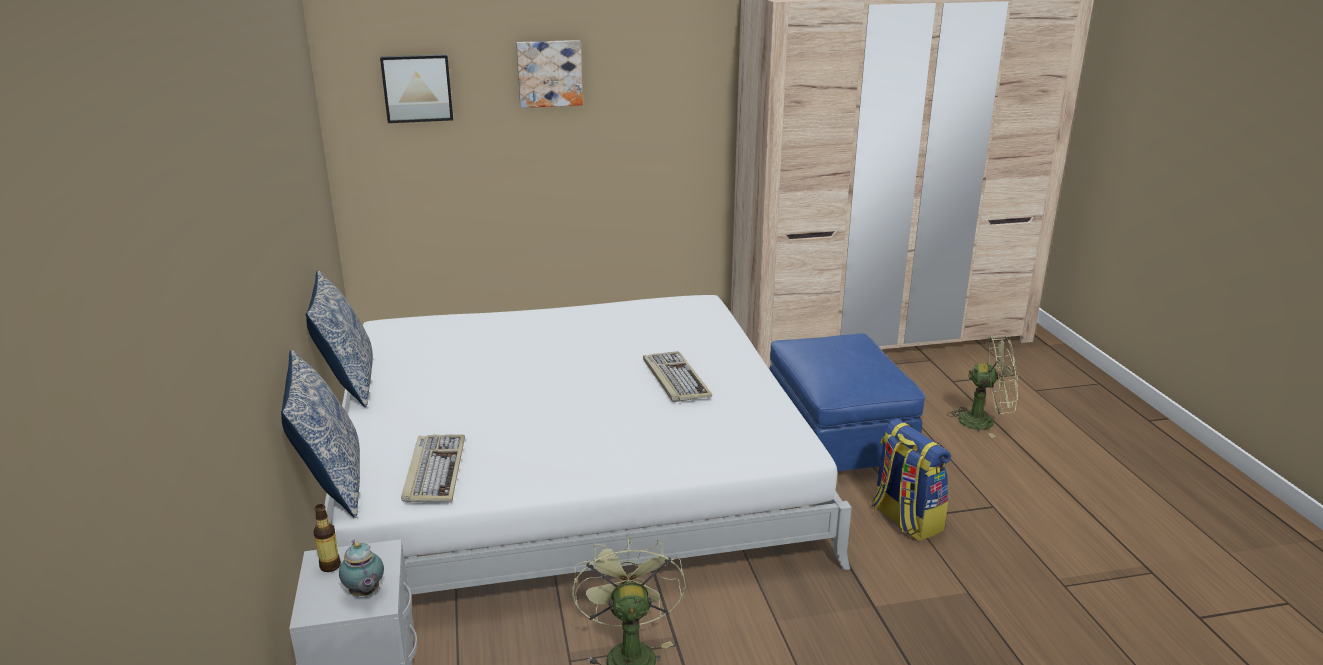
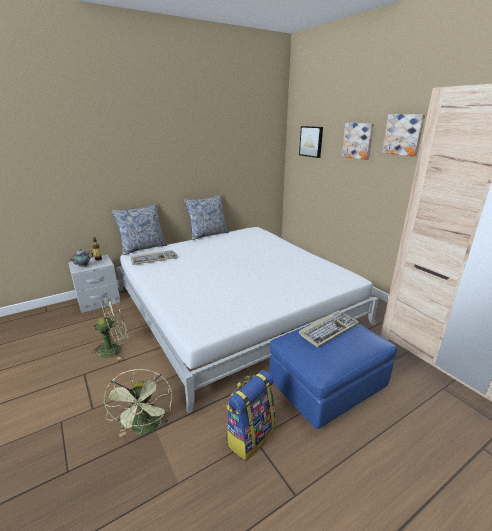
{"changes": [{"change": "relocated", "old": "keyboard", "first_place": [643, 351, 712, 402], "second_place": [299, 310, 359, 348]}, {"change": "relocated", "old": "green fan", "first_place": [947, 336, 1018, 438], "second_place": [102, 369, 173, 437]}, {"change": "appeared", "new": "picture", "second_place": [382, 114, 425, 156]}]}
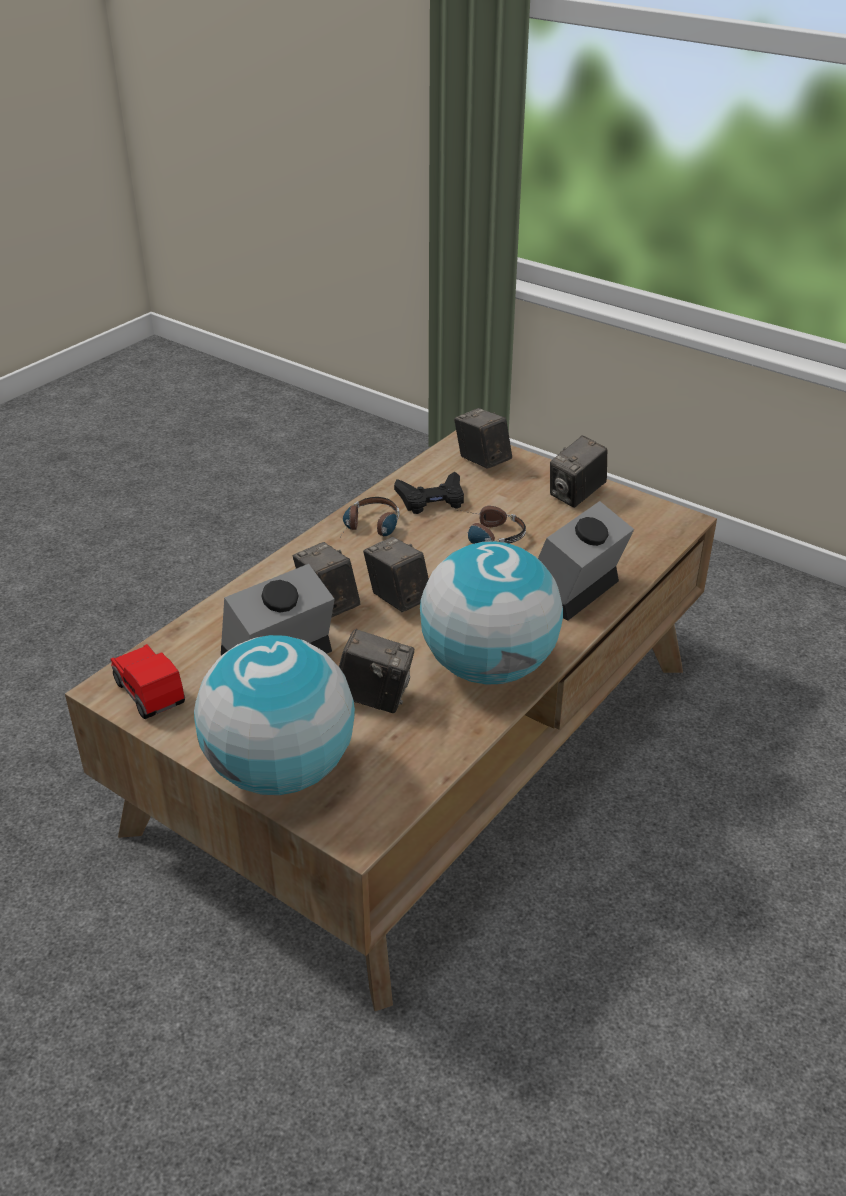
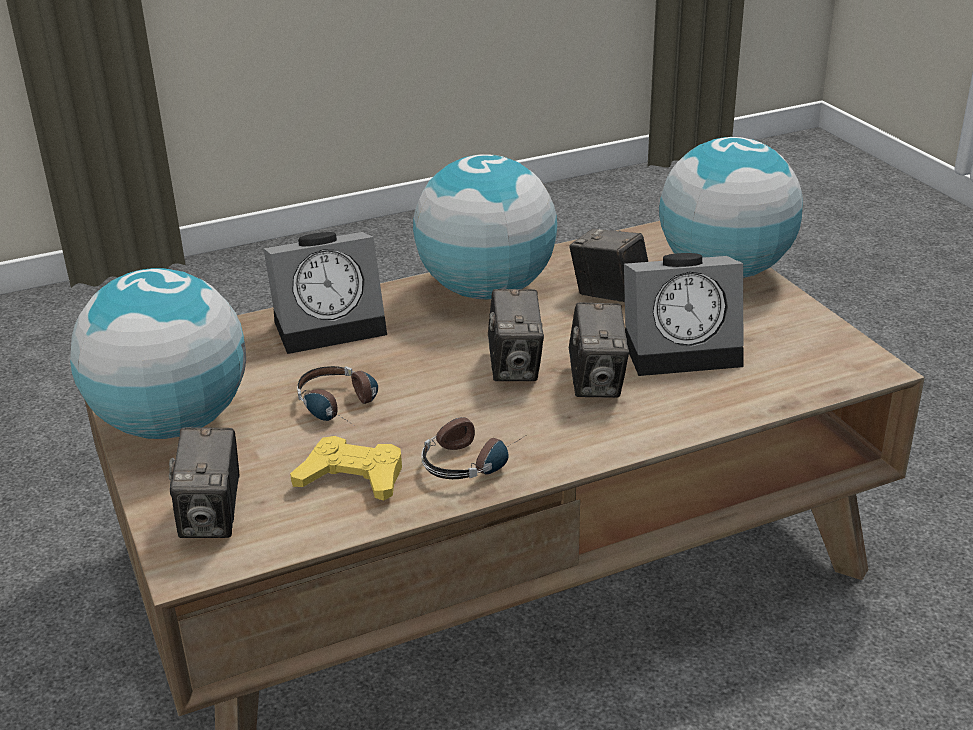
{"changes": [{"change": "missing", "old": "toy car", "first_place": [110, 644, 185, 719]}, {"change": "colour", "old": "black game controller", "new": "yellow game controller", "first_place": [394, 472, 464, 514], "second_place": [290, 436, 402, 501]}, {"change": "exchanged", "old": "photo camera", "new": "globe", "first_place": [550, 435, 607, 508], "second_place": [70, 268, 246, 439]}]}
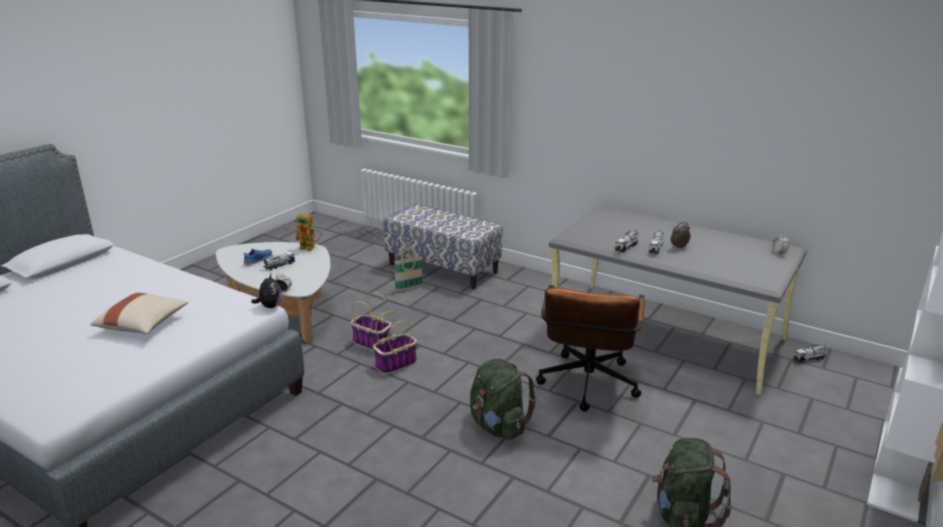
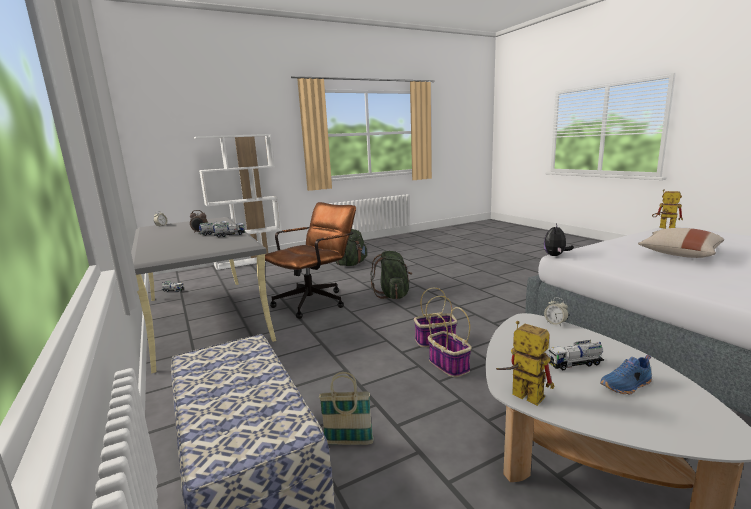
{"changes": [{"change": "appeared", "new": "toy robot", "second_place": [652, 189, 683, 229]}]}
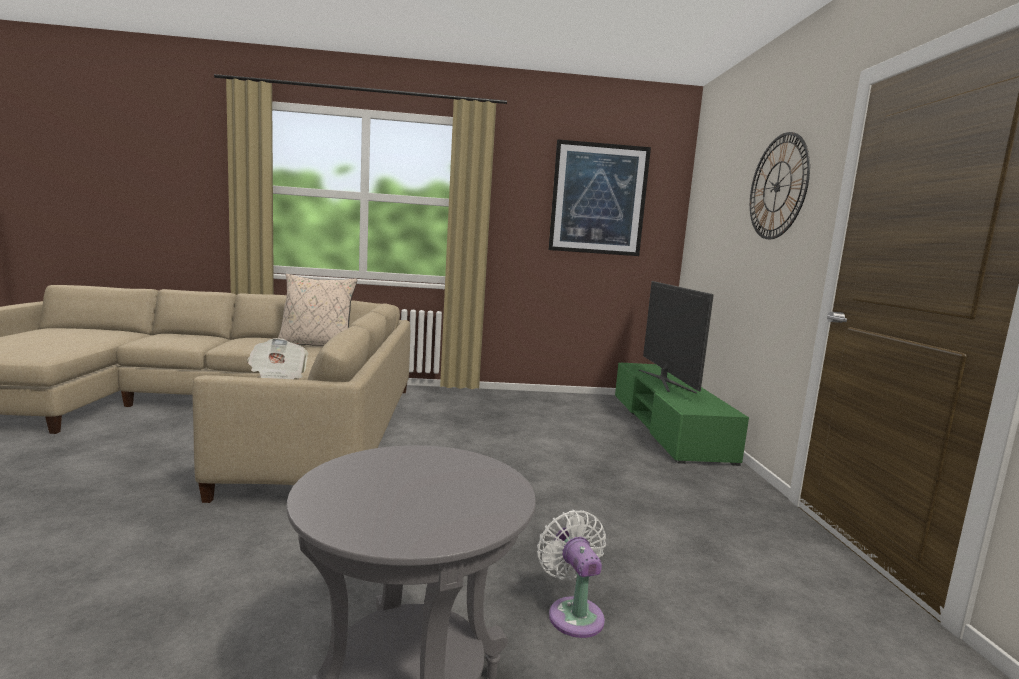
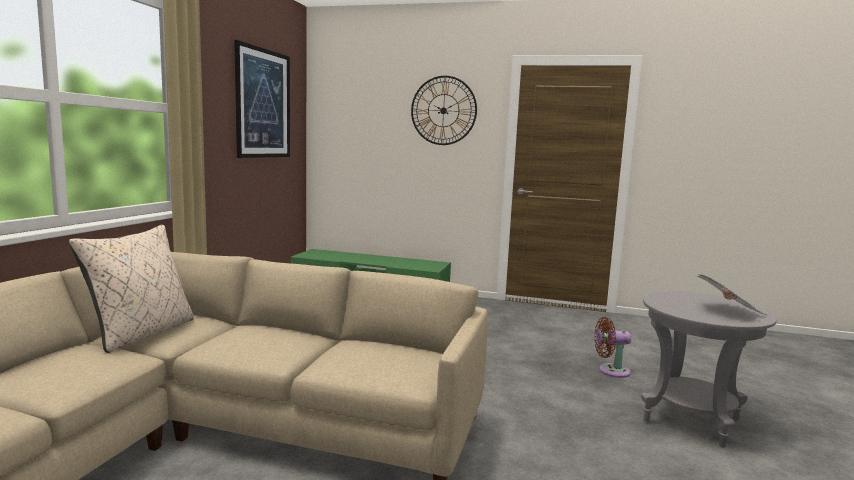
{"changes": [{"change": "relocated", "old": "newspaper", "first_place": [247, 338, 309, 379], "second_place": [697, 274, 766, 315]}, {"change": "colour", "old": "white fan", "new": "brown fan", "first_place": [537, 510, 606, 638], "second_place": [594, 317, 631, 378]}, {"change": "missing", "old": "television", "first_place": [639, 281, 714, 393]}]}
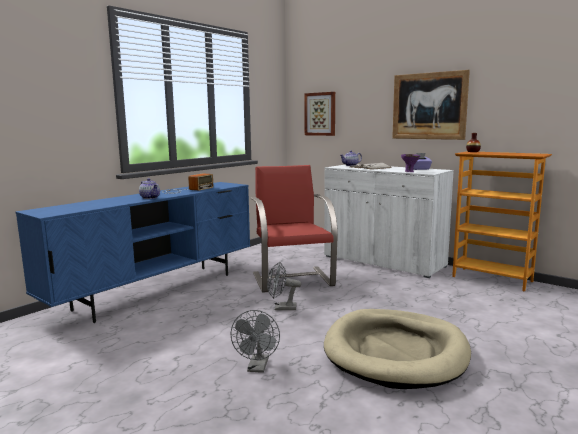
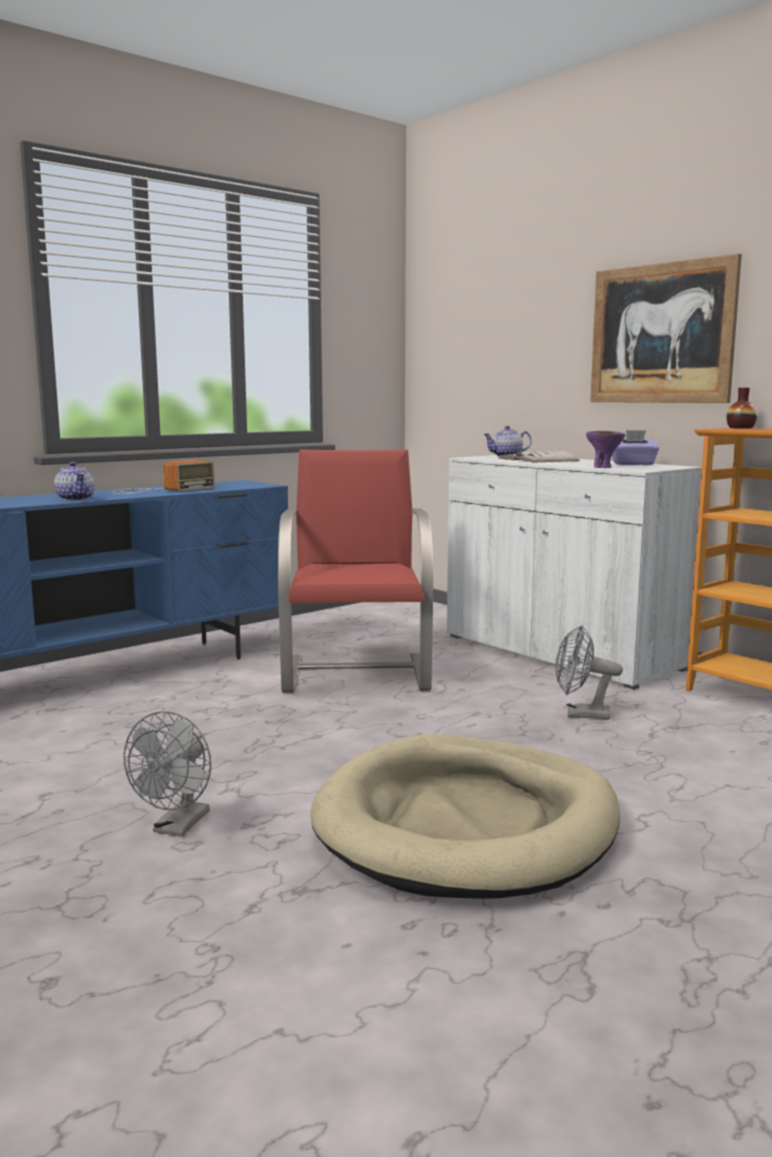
{"changes": [{"change": "relocated", "old": "grey fan", "first_place": [267, 262, 301, 310], "second_place": [555, 625, 623, 720]}, {"change": "missing", "old": "picture", "first_place": [304, 92, 335, 136]}]}
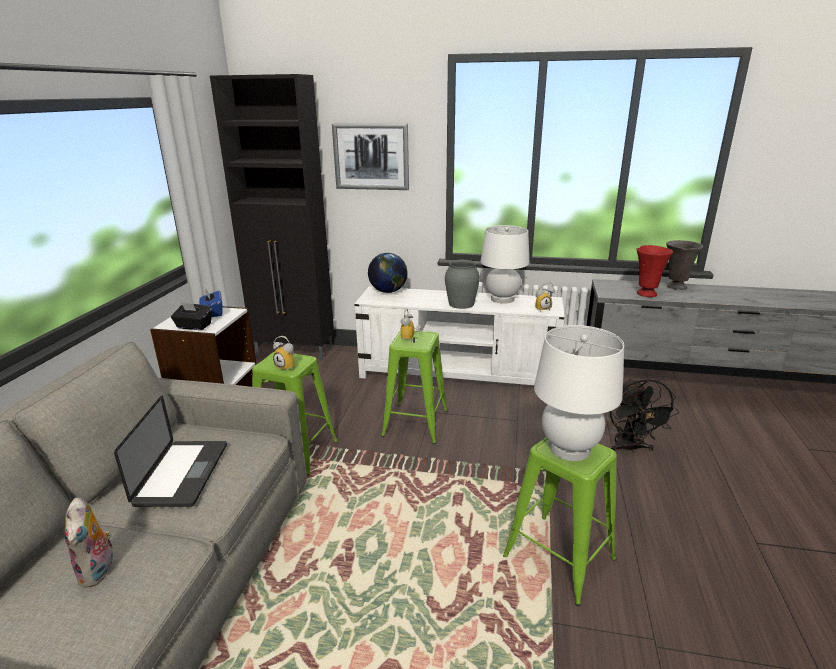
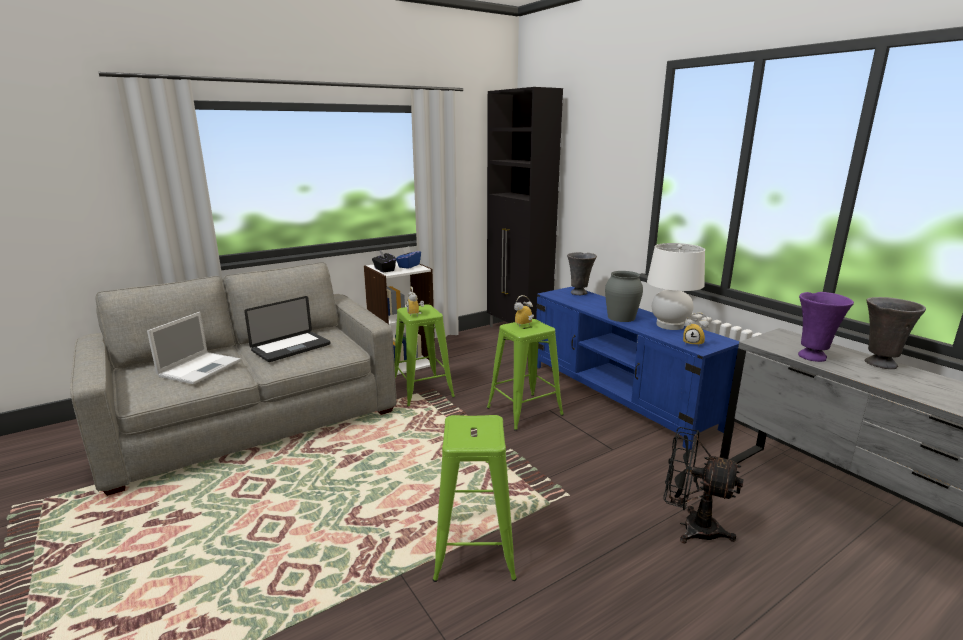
{"changes": [{"change": "exchanged", "old": "plush toy", "new": "laptop", "first_place": [65, 498, 114, 588], "second_place": [147, 312, 241, 384]}, {"change": "missing", "old": "picture", "first_place": [332, 123, 409, 190]}, {"change": "colour", "old": "white tv stand", "new": "blue tv stand", "first_place": [354, 286, 565, 385], "second_place": [536, 287, 740, 450]}, {"change": "exchanged", "old": "globe", "new": "grey vase", "first_place": [368, 253, 408, 293], "second_place": [567, 252, 597, 295]}, {"change": "missing", "old": "white table lamp", "first_place": [534, 325, 624, 461]}, {"change": "spun", "old": "black fan", "first_place": [610, 379, 680, 453], "second_place": [663, 427, 744, 543], "degrees": 75}, {"change": "colour", "old": "red vase", "new": "purple vase", "first_place": [637, 245, 673, 297], "second_place": [798, 292, 854, 362]}]}
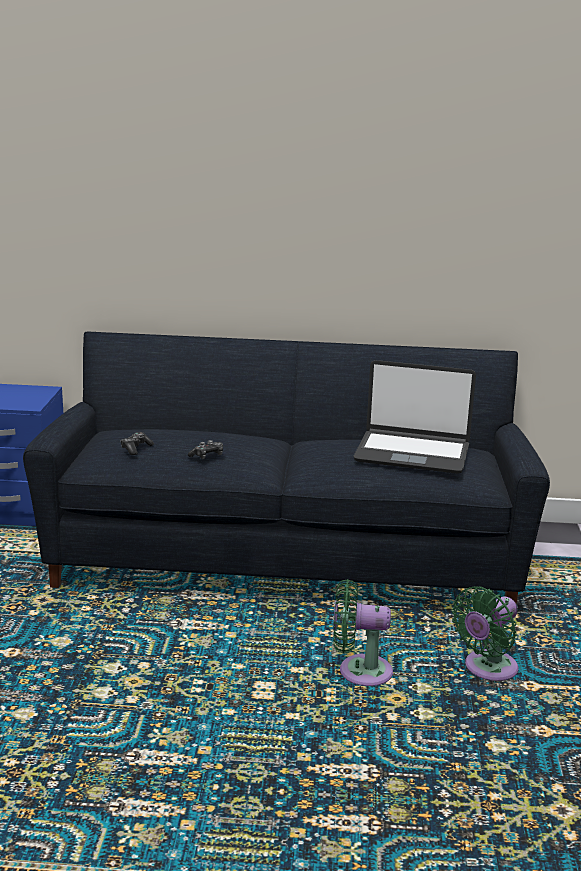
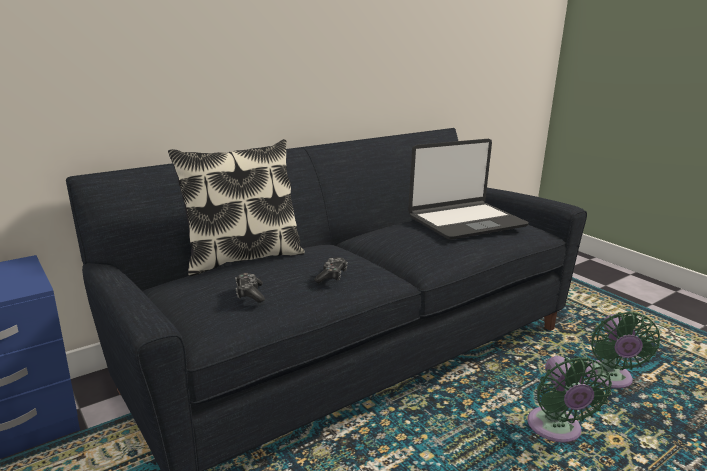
{"changes": [{"change": "spun", "old": "green fan", "first_place": [333, 579, 393, 686], "second_place": [528, 356, 612, 443], "degrees": -60}, {"change": "appeared", "new": "pillow", "second_place": [168, 139, 304, 276]}]}
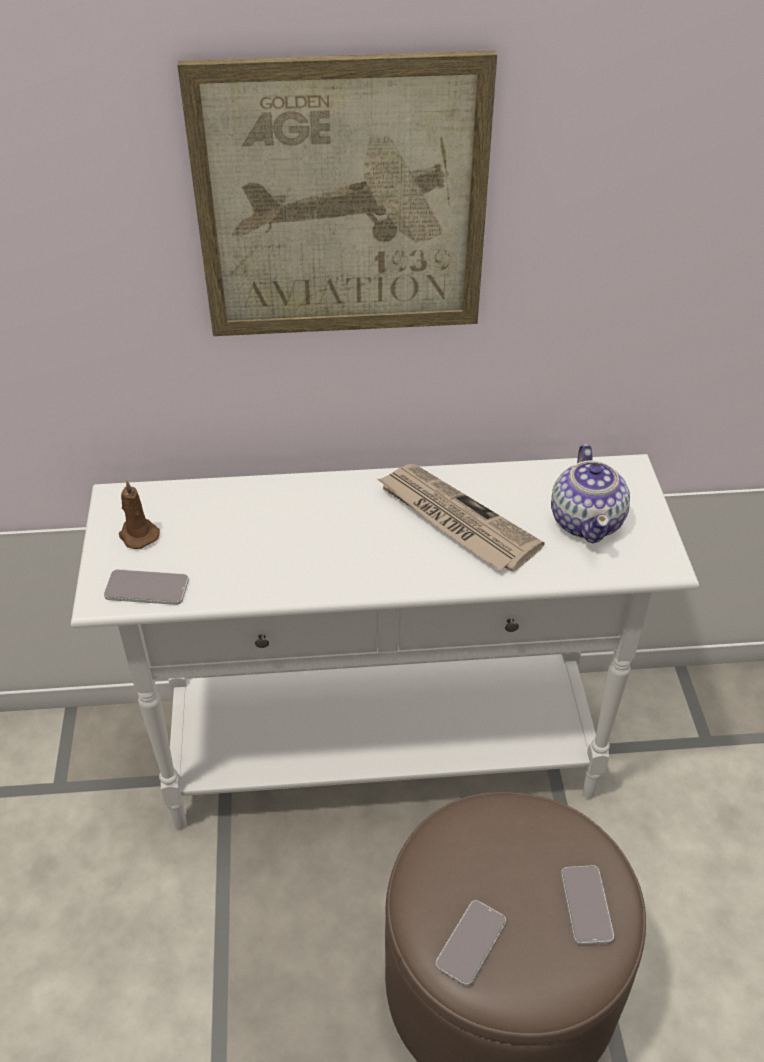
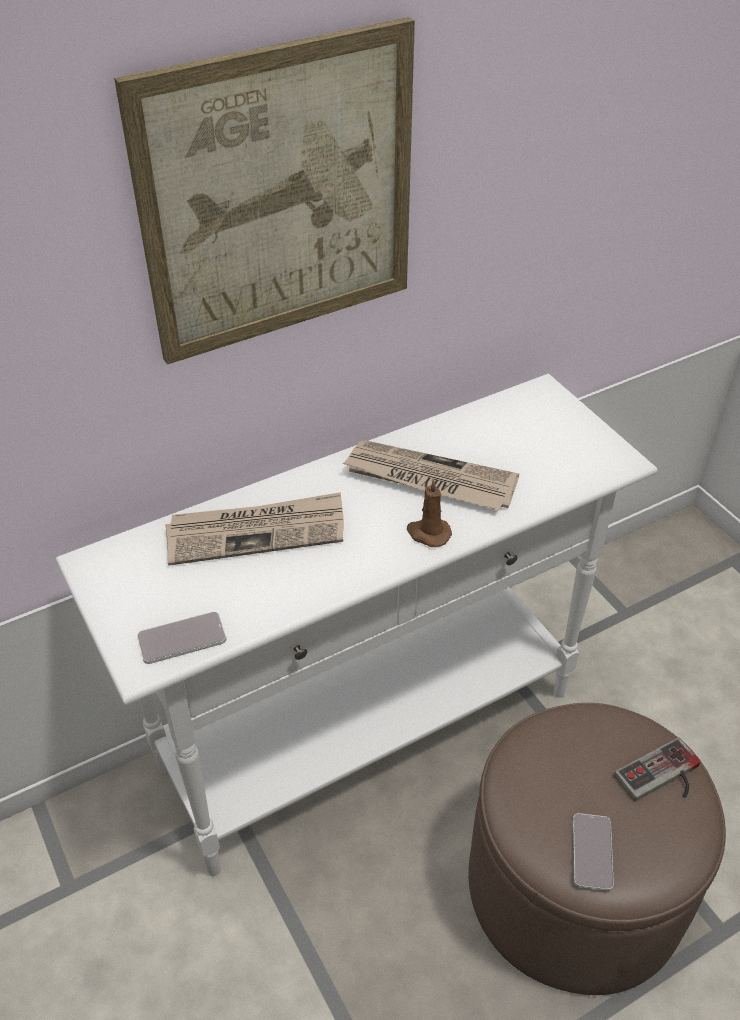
{"changes": [{"change": "relocated", "old": "brown candle", "first_place": [119, 480, 160, 549], "second_place": [407, 478, 452, 547]}, {"change": "missing", "old": "teapot", "first_place": [551, 444, 630, 543]}, {"change": "exchanged", "old": "phone", "new": "game controller", "first_place": [561, 865, 614, 945], "second_place": [614, 738, 700, 801]}, {"change": "appeared", "new": "newspaper", "second_place": [165, 492, 344, 566]}]}
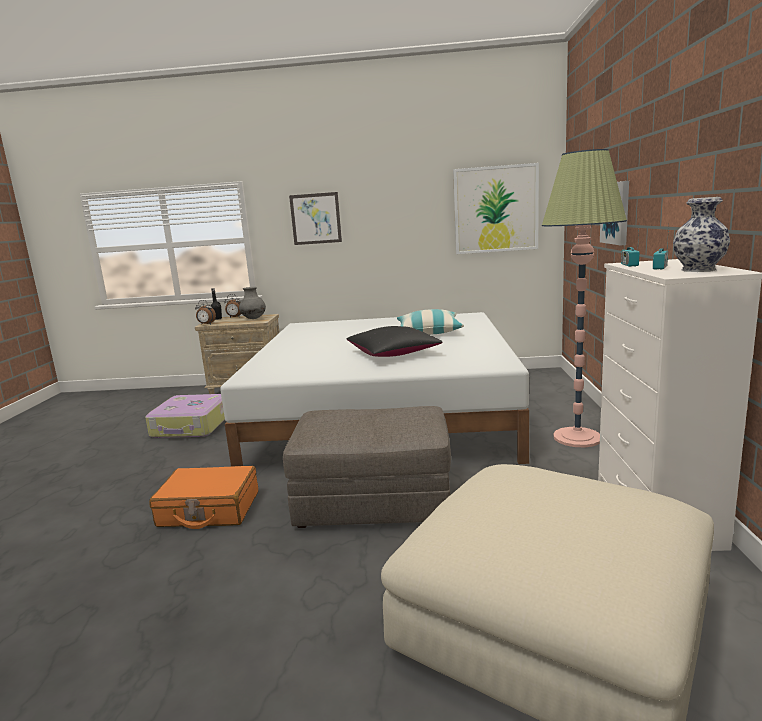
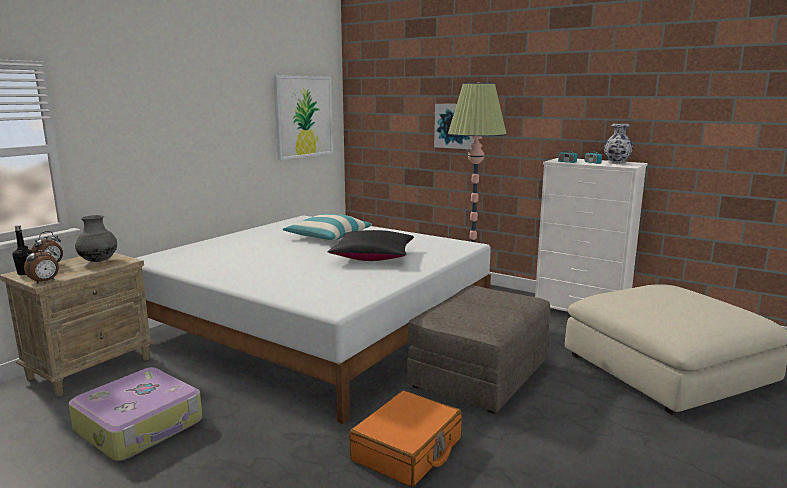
{"changes": [{"change": "missing", "old": "picture", "first_place": [289, 192, 342, 245]}]}
